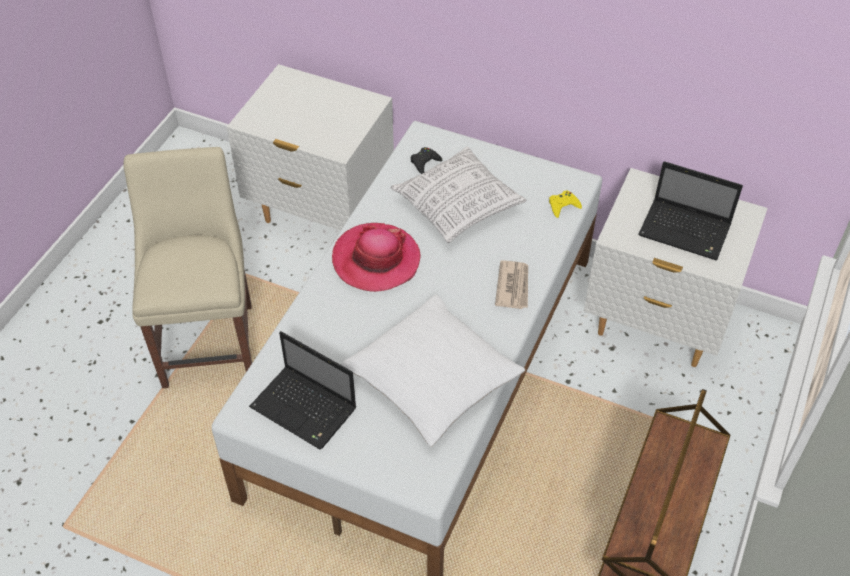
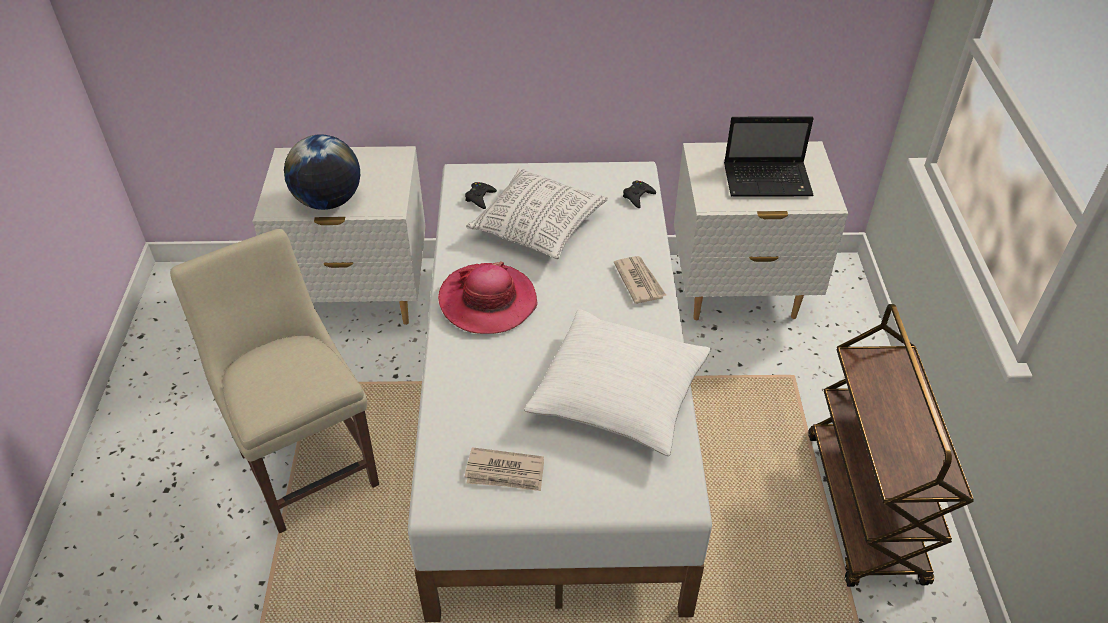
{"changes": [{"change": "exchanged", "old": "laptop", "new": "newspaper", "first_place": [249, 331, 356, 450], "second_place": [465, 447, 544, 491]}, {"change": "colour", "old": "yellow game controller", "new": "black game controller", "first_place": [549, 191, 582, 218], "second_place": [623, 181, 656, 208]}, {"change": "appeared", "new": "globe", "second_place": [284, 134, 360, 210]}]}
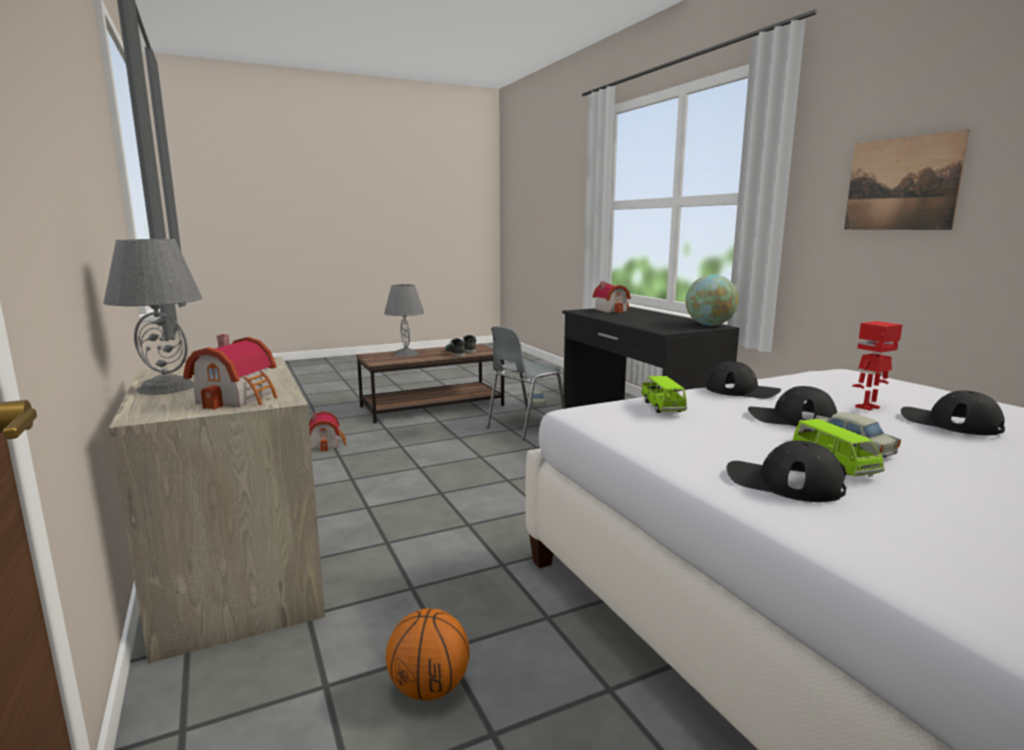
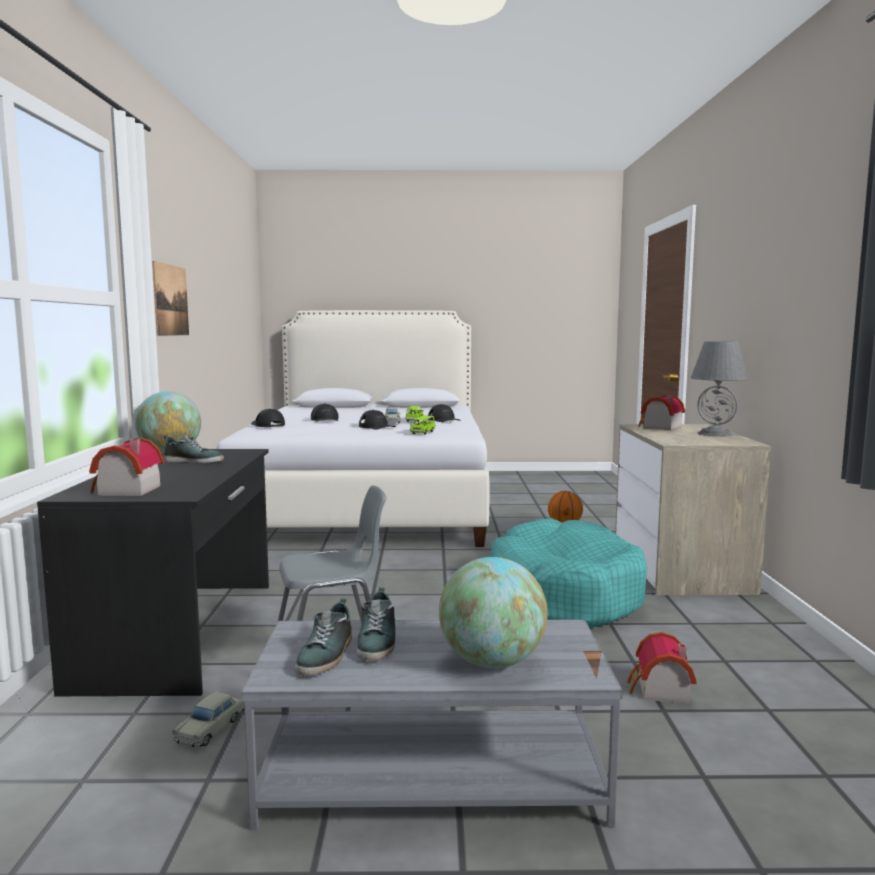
{"changes": [{"change": "colour", "old": "brown coffee table", "new": "grey coffee table", "first_place": [356, 344, 504, 424], "second_place": [241, 620, 623, 831]}, {"change": "exchanged", "old": "grey table lamp", "new": "globe", "first_place": [384, 284, 424, 357], "second_place": [439, 557, 547, 668]}, {"change": "relocated", "old": "black cap", "first_place": [705, 361, 781, 399], "second_place": [251, 409, 285, 427]}, {"change": "missing", "old": "toy robot", "first_place": [853, 321, 902, 411]}, {"change": "appeared", "new": "shoe", "second_place": [163, 435, 224, 463]}, {"change": "appeared", "new": "turquoise dog bed", "second_place": [491, 518, 647, 628]}]}
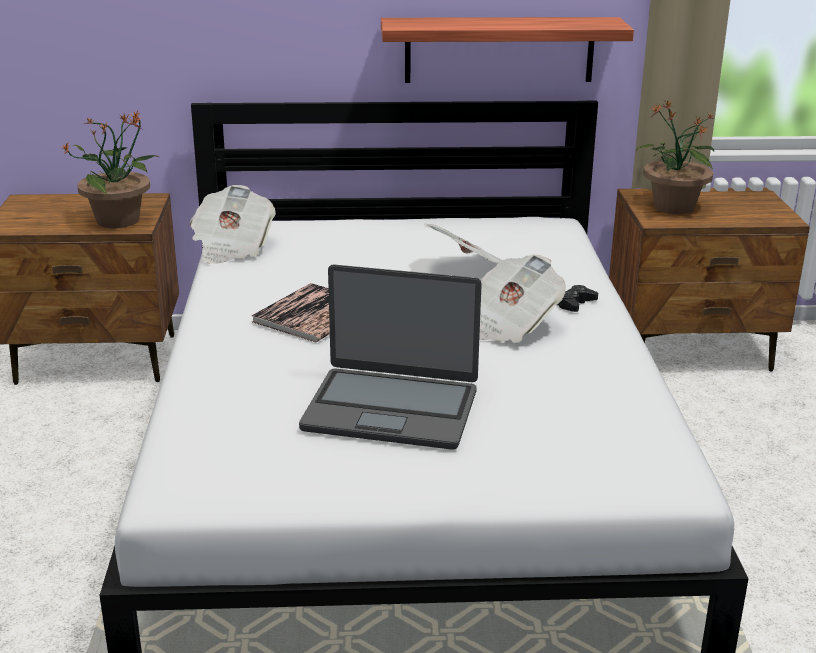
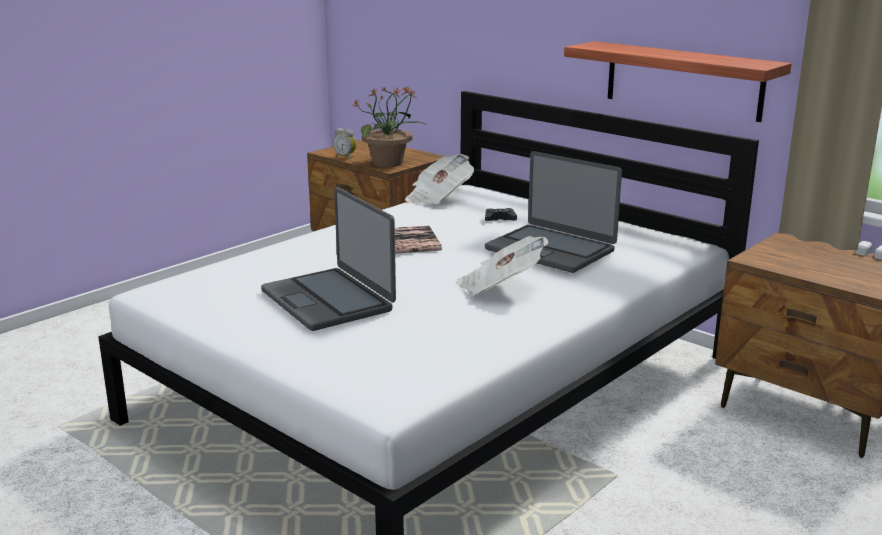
{"changes": [{"change": "exchanged", "old": "newspaper", "new": "laptop", "first_place": [426, 224, 502, 264], "second_place": [485, 151, 622, 273]}, {"change": "relocated", "old": "black game controller", "first_place": [557, 285, 598, 312], "second_place": [485, 208, 517, 221]}, {"change": "missing", "old": "potted plant", "first_place": [635, 100, 714, 214]}, {"change": "appeared", "new": "alarm clock", "second_place": [333, 128, 356, 159]}]}
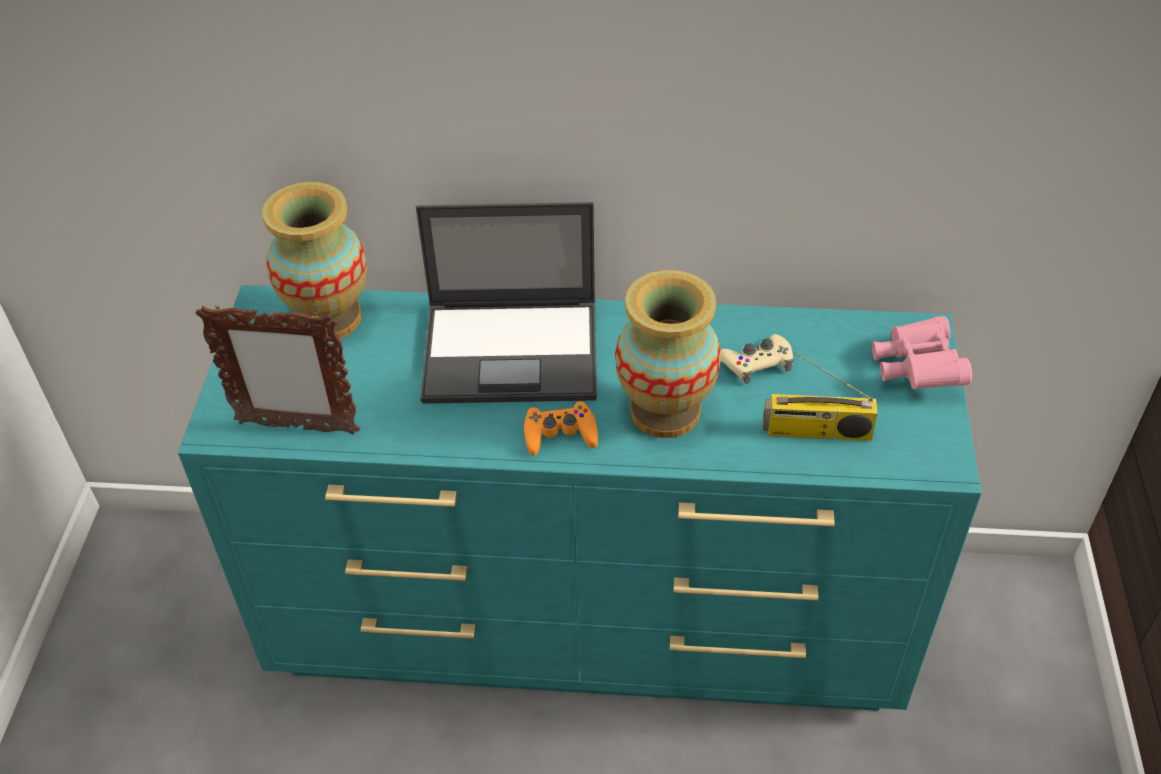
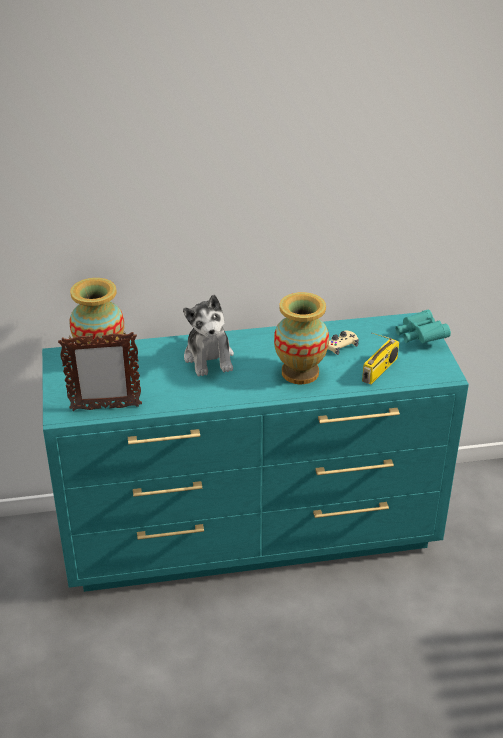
{"changes": [{"change": "exchanged", "old": "laptop", "new": "plush toy", "first_place": [416, 202, 597, 404], "second_place": [183, 295, 234, 377]}, {"change": "missing", "old": "orange game controller", "first_place": [524, 400, 598, 456]}, {"change": "spun", "old": "radio", "first_place": [763, 352, 878, 441], "second_place": [362, 333, 399, 384], "degrees": -45}, {"change": "colour", "old": "pink binoculars", "new": "turquoise binoculars", "first_place": [872, 316, 972, 390], "second_place": [395, 310, 451, 344]}]}
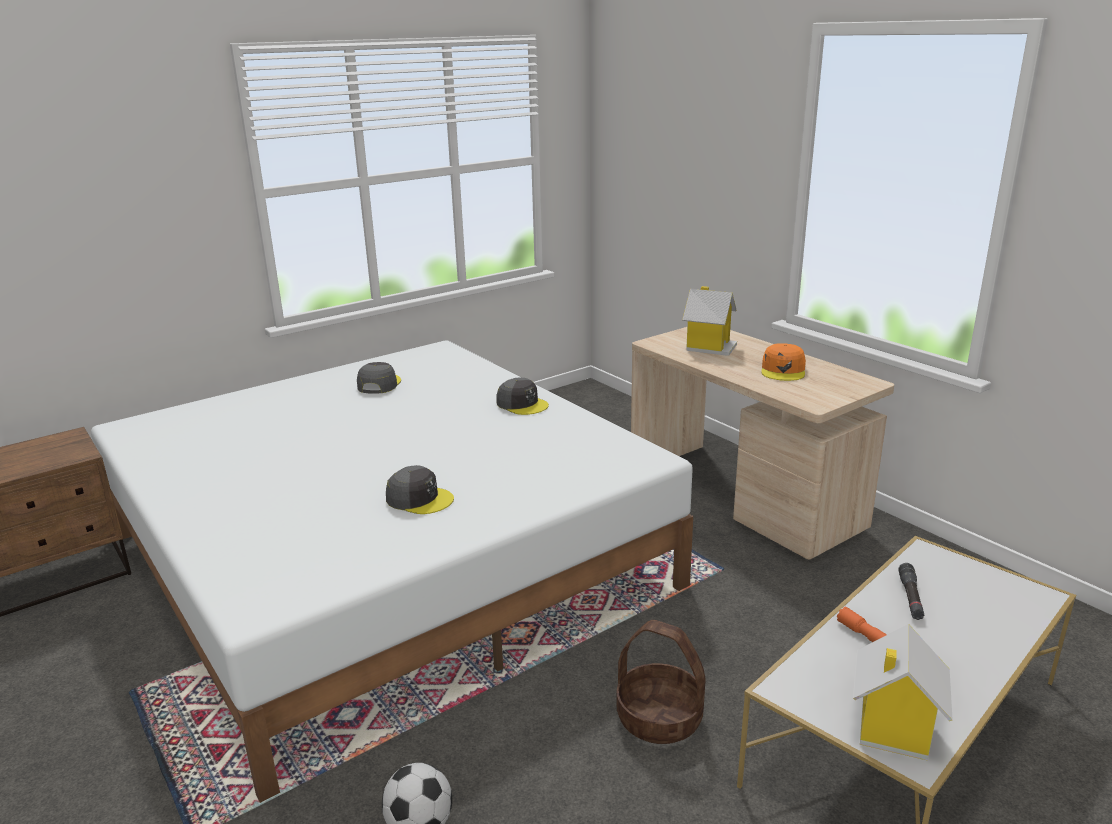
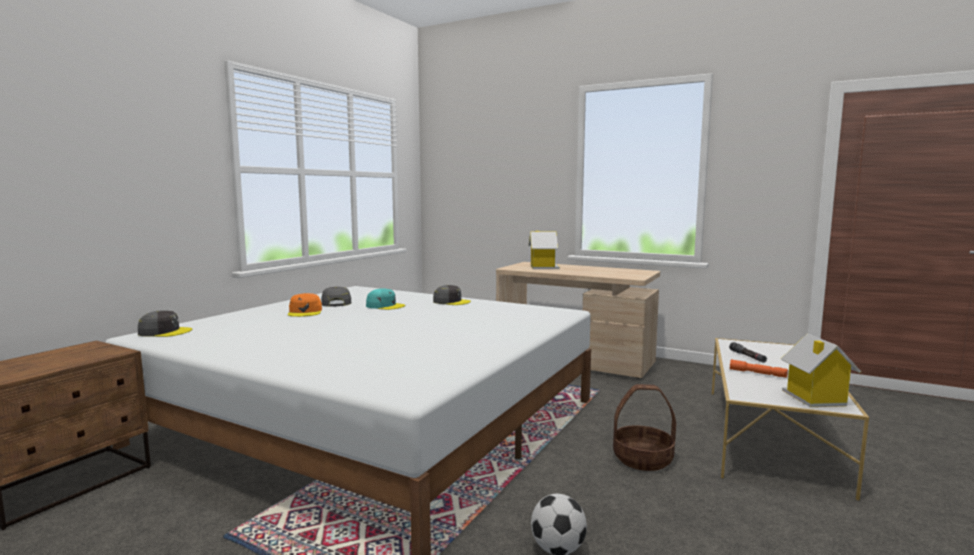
{"changes": [{"change": "relocated", "old": "grey cap", "first_place": [386, 465, 454, 514], "second_place": [138, 310, 192, 337]}, {"change": "relocated", "old": "orange cap", "first_place": [761, 343, 806, 381], "second_place": [288, 293, 322, 317]}, {"change": "appeared", "new": "turquoise cap", "second_place": [366, 288, 405, 310]}]}
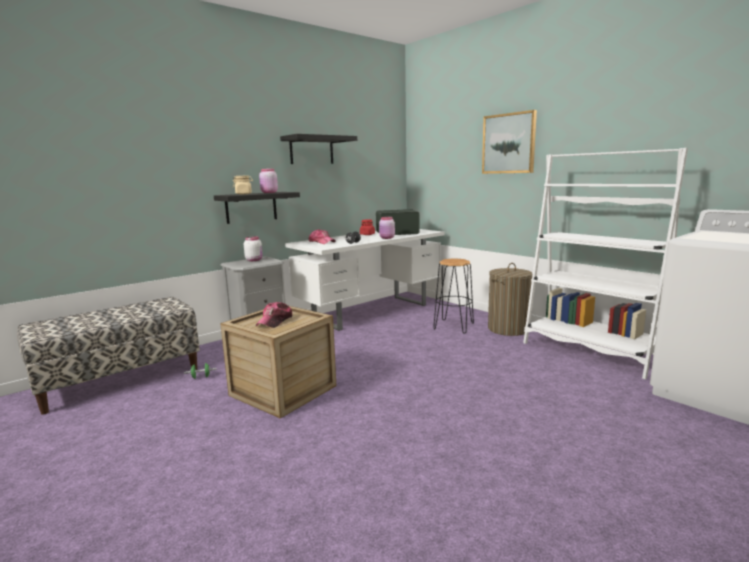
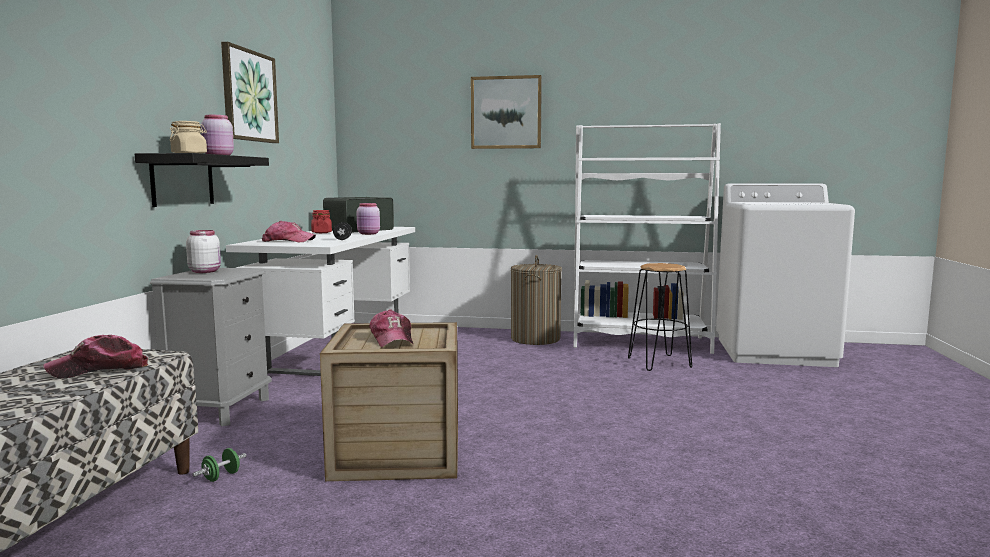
{"changes": [{"change": "exchanged", "old": "black shelf", "new": "picture", "first_place": [280, 134, 357, 164], "second_place": [221, 42, 279, 143]}, {"change": "relocated", "old": "black stool", "first_place": [433, 258, 474, 333], "second_place": [628, 263, 692, 371]}, {"change": "appeared", "new": "cap", "second_place": [43, 334, 149, 378]}]}
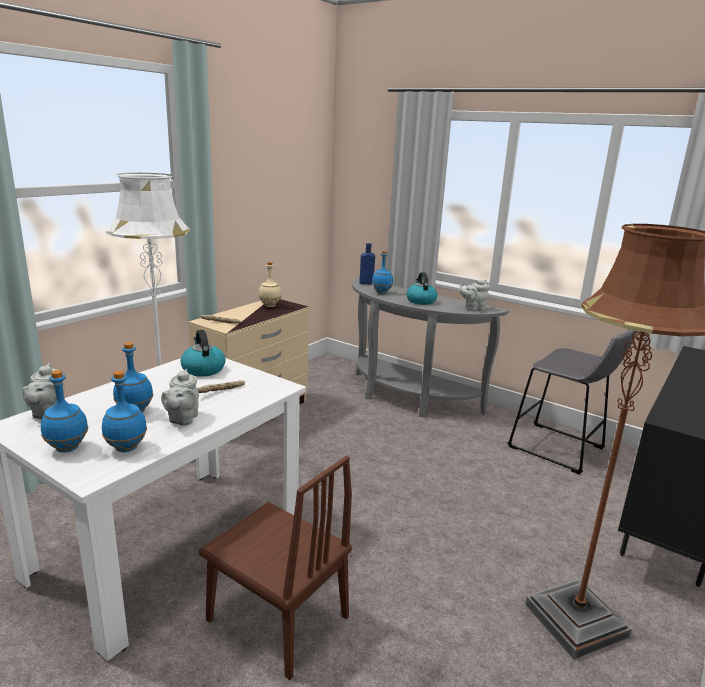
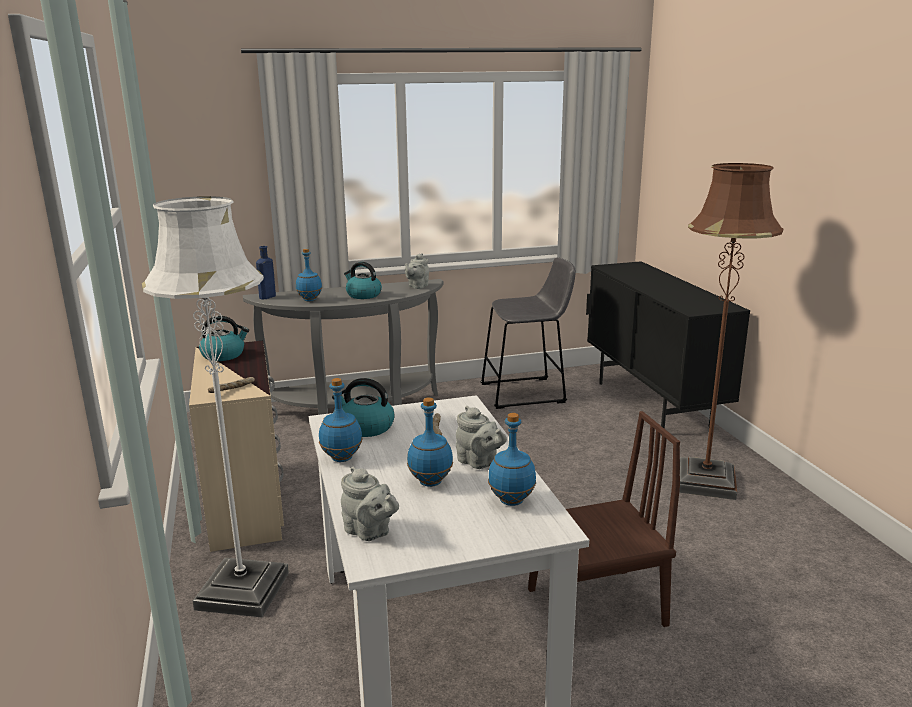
{"changes": [{"change": "relocated", "old": "blue bottle", "first_place": [41, 370, 88, 453], "second_place": [319, 378, 363, 462]}, {"change": "exchanged", "old": "beige bottle", "new": "kettle", "first_place": [259, 262, 281, 307], "second_place": [199, 316, 249, 361]}]}
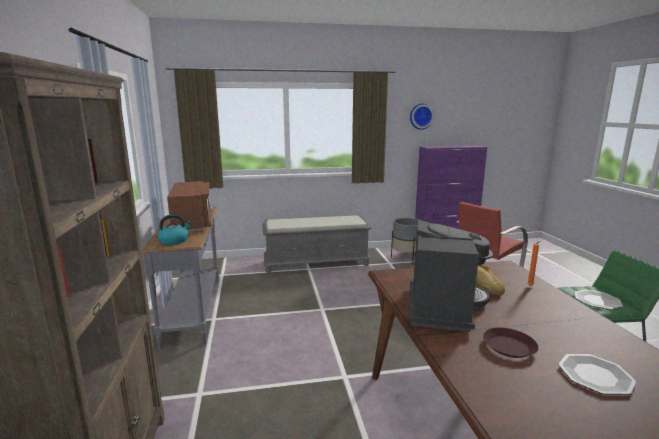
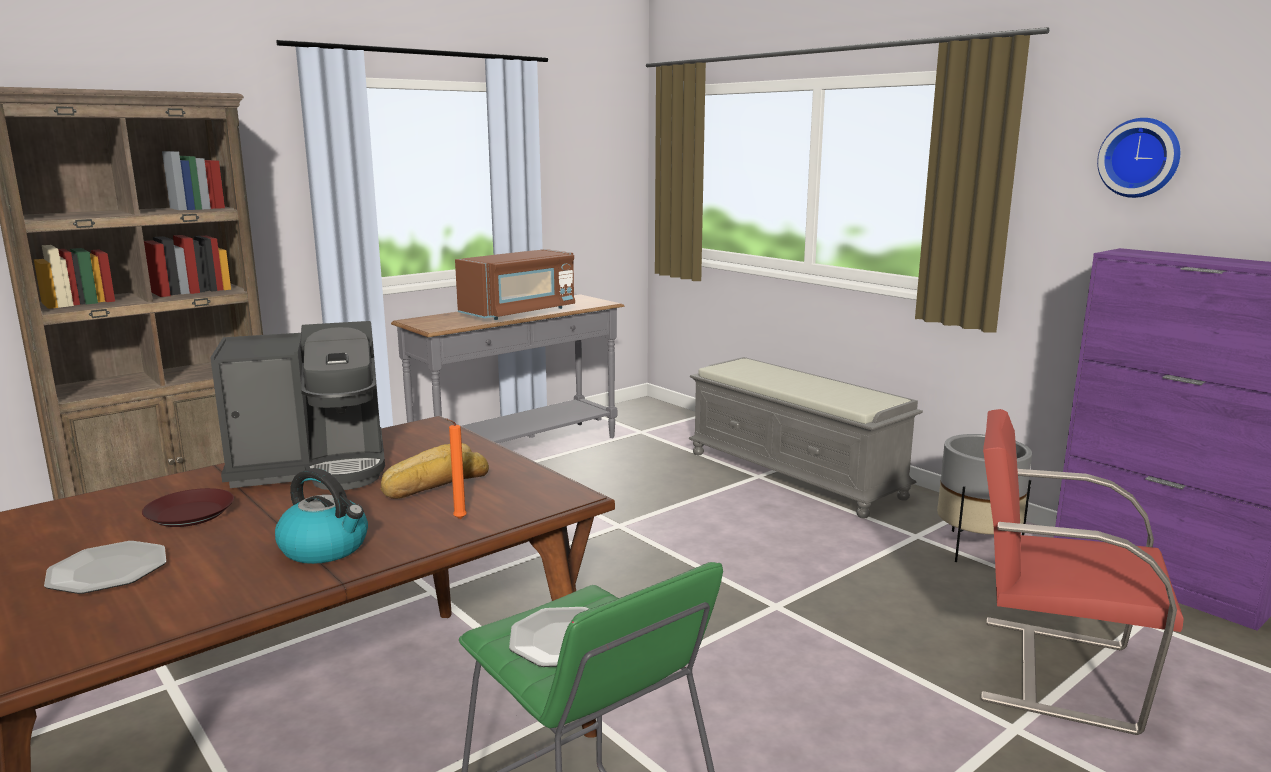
{"changes": [{"change": "relocated", "old": "kettle", "first_place": [158, 214, 192, 245], "second_place": [275, 468, 368, 564]}]}
